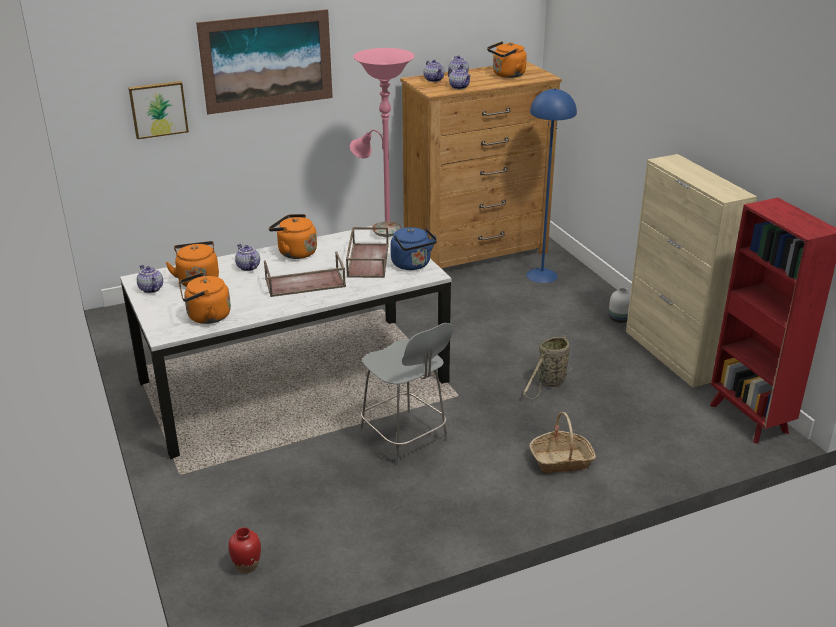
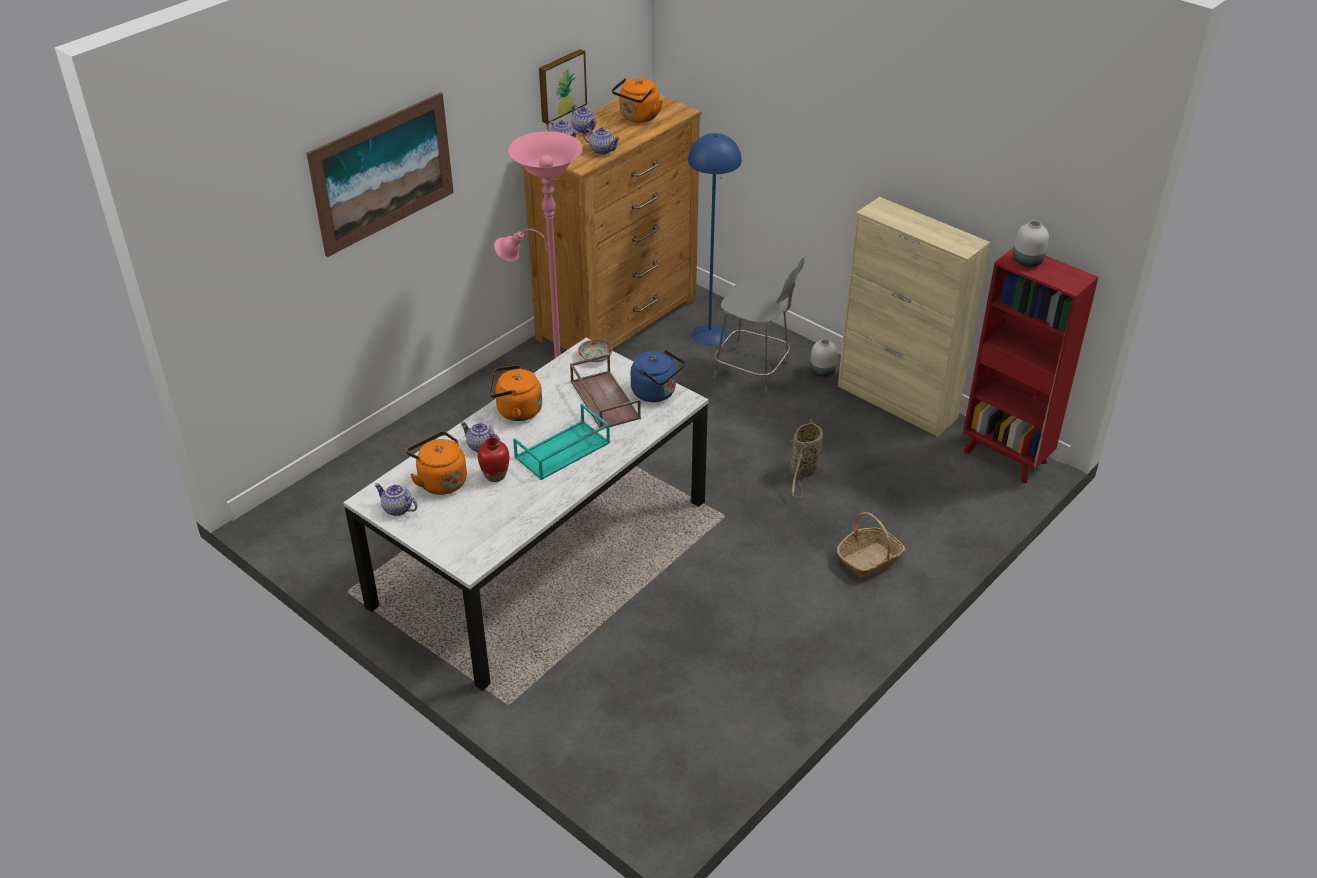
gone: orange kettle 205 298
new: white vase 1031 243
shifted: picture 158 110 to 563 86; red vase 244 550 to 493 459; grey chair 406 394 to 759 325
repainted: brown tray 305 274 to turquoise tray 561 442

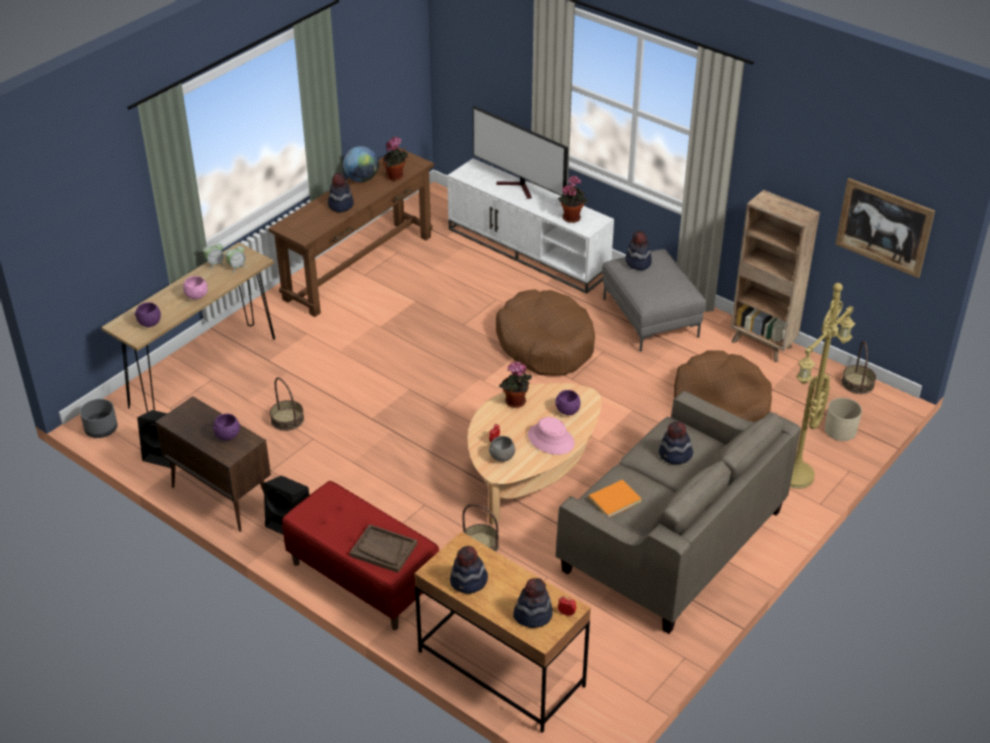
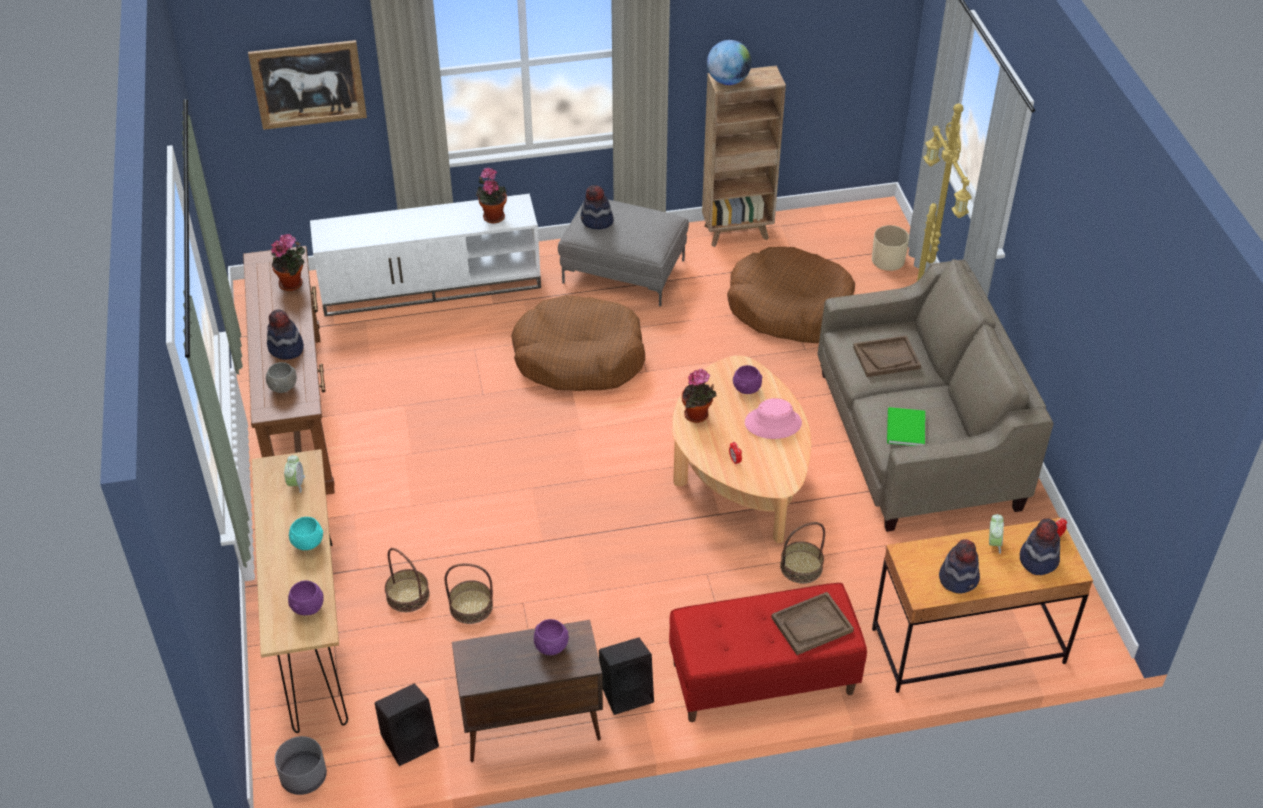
gone: television 520 152
shifted: alarm clock 214 255 to 996 534; globe 361 164 to 729 62; grey bowl 502 449 to 281 377; picture 885 228 to 307 85; basket 859 367 to 407 580
swapped: hat 676 442 to brown tray 887 356
repainted: pink bowl 195 288 to turquoise bowl 306 533; orange book 615 498 to green book 906 426

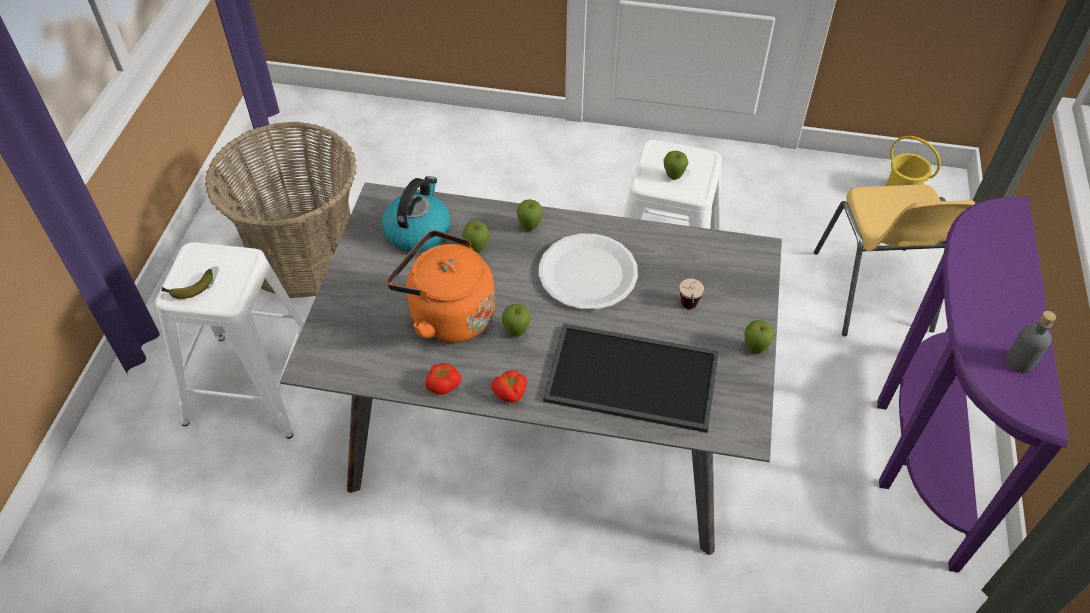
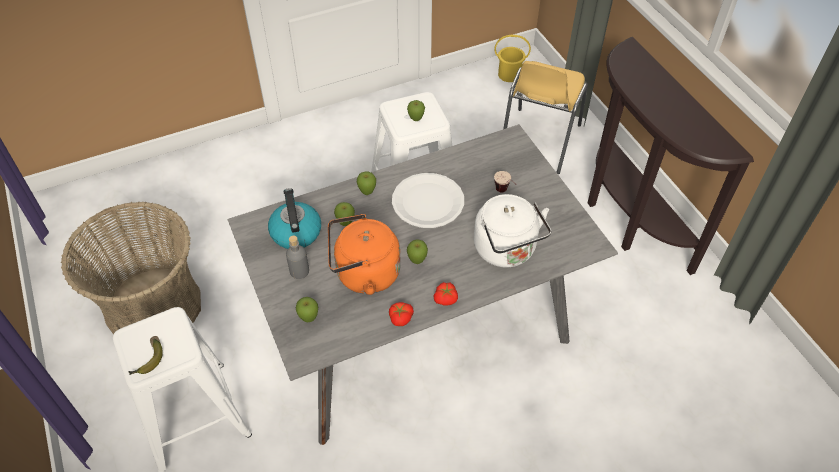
shifted: apple 759 337 to 307 309; grey bottle 1031 342 to 297 257
swapped: tray 631 378 to white kettle 513 231
repainted: purple console table 972 385 to brown console table 671 156
rotated: yellow chair 894 260 = 545 117 60 degrees clockwise

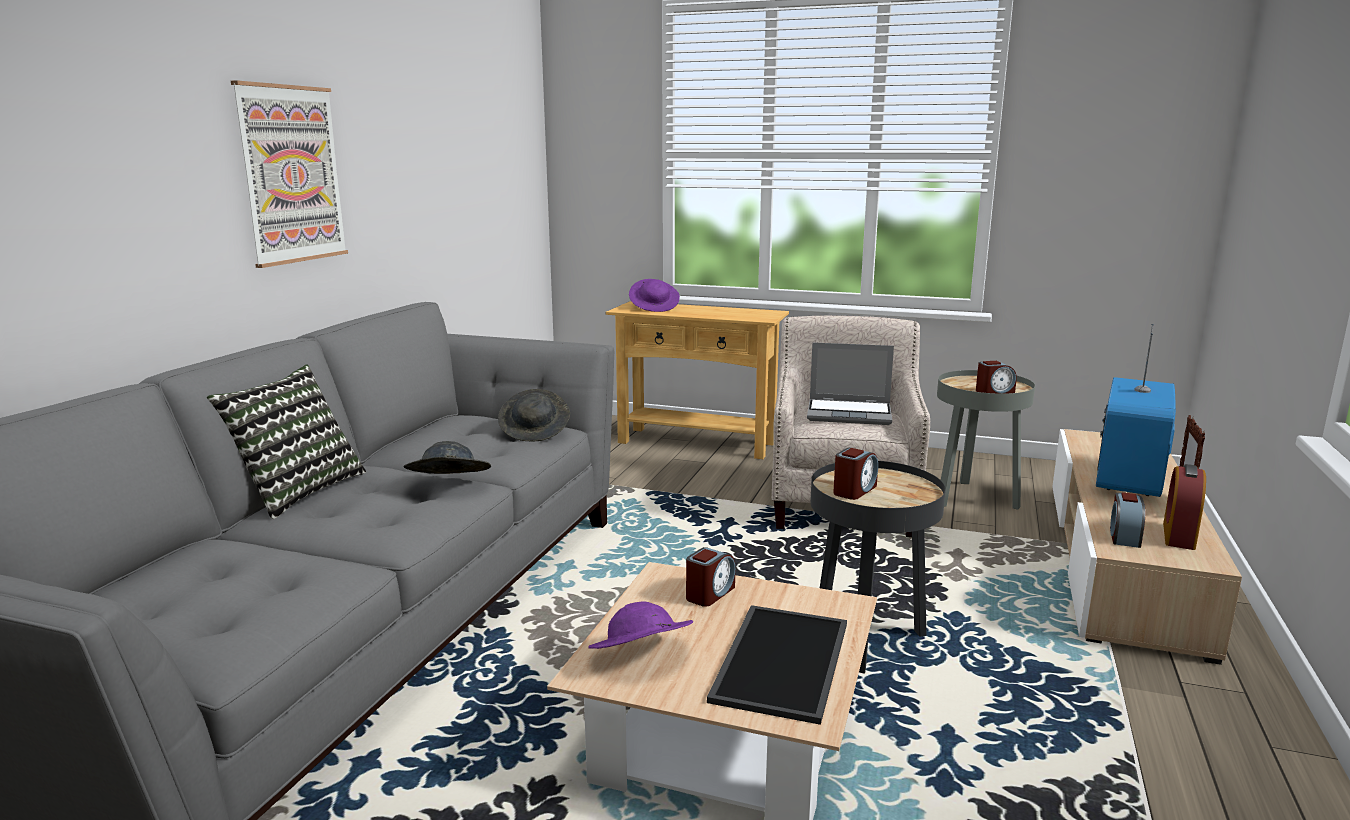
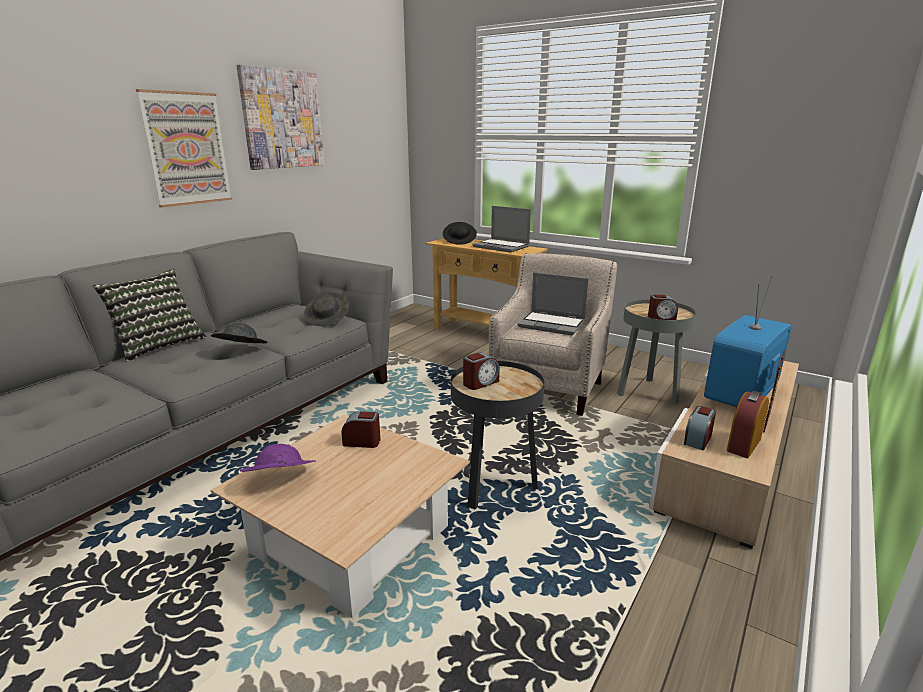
gone: tray 777 665
new: picture 280 117; laptop 502 229
repainted: purple hat 654 295 to black hat 460 233
rotated: alarm clock 710 577 = 361 429 135 degrees counterclockwise

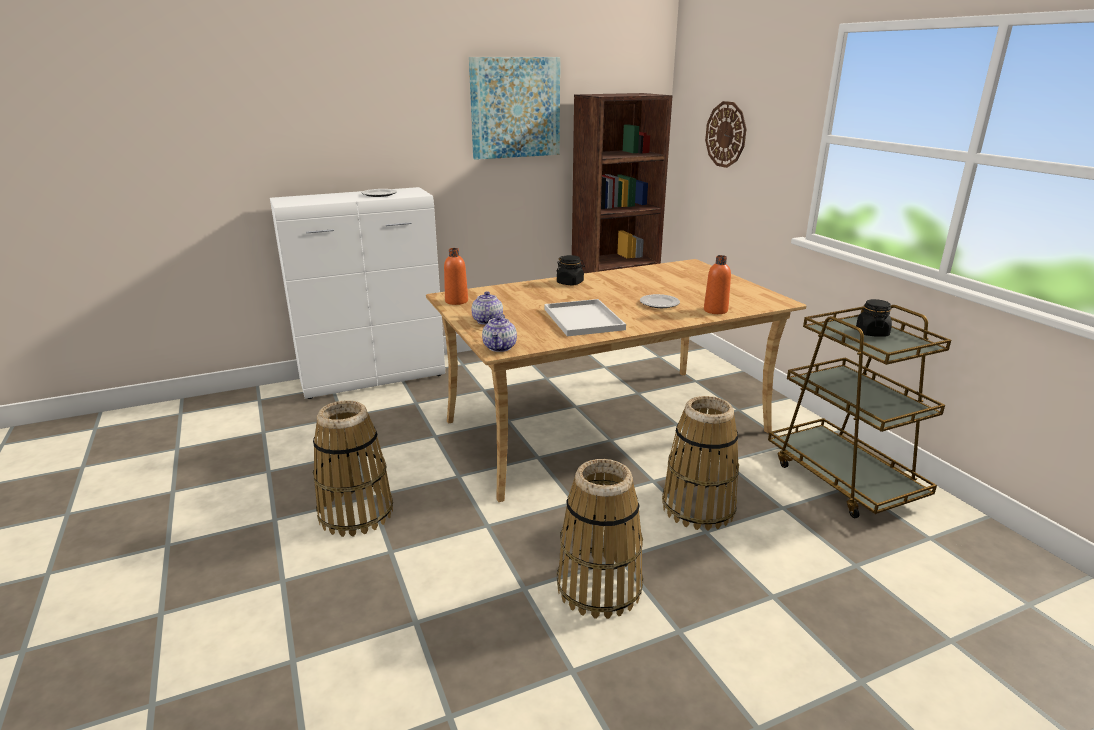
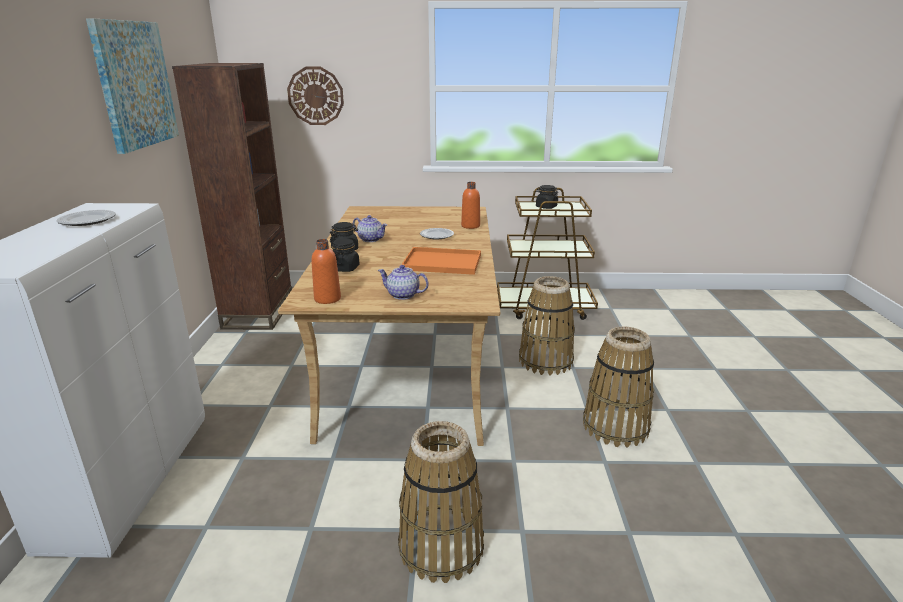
new: black jar 345 255
shifted: teapot 499 333 to 370 228
repainted: white tray 585 317 to orange tray 441 261

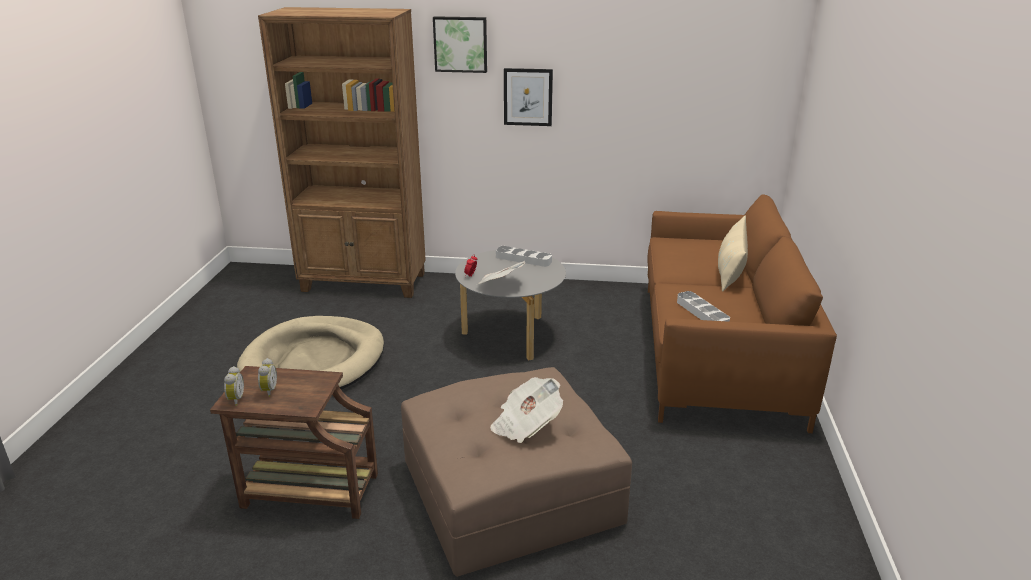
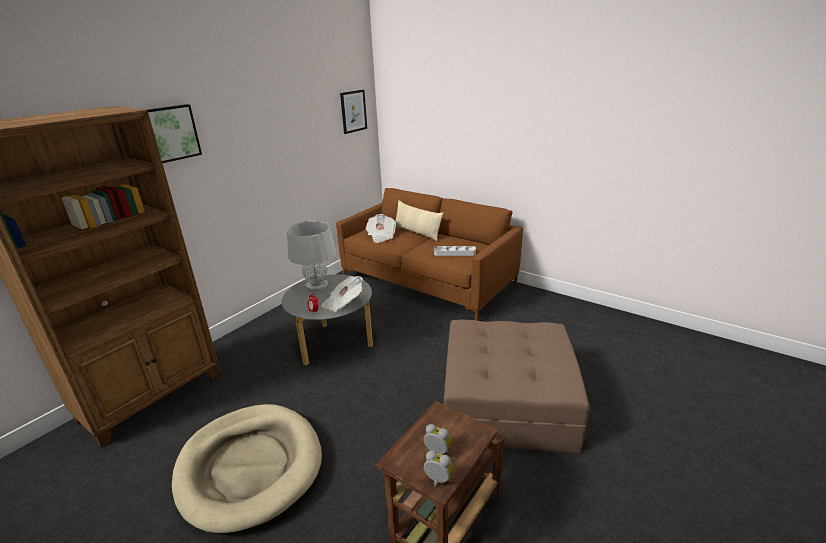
shifted: newspaper 526 410 to 380 228; picture 528 97 to 353 112
swapped: grey tray 524 256 to grey table lamp 311 256

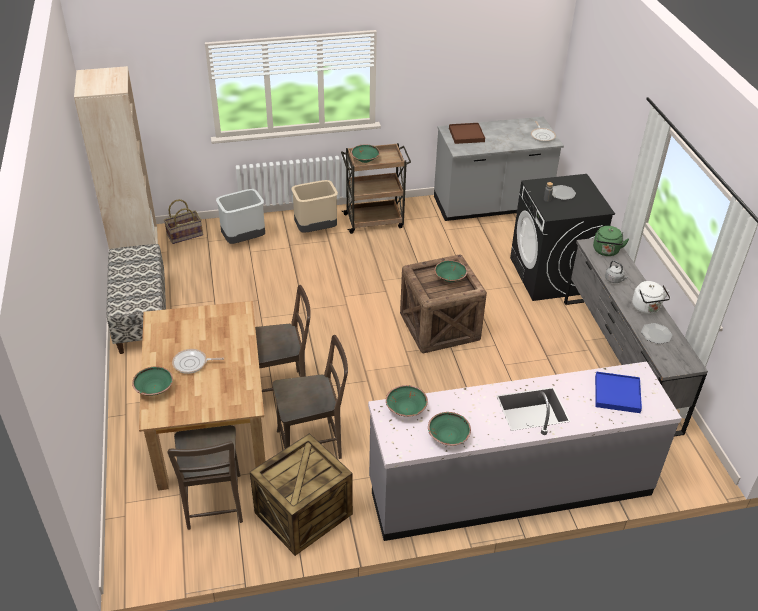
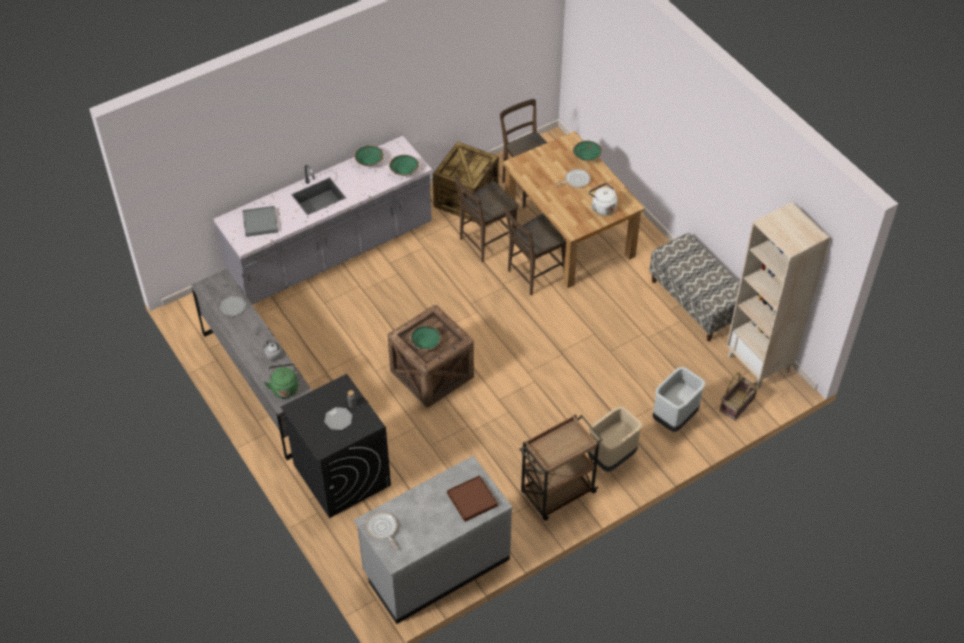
gone: green bowl 365 153
shifted: white kettle 651 297 to 603 199
repainted: blue tray 618 392 to grey tray 260 221

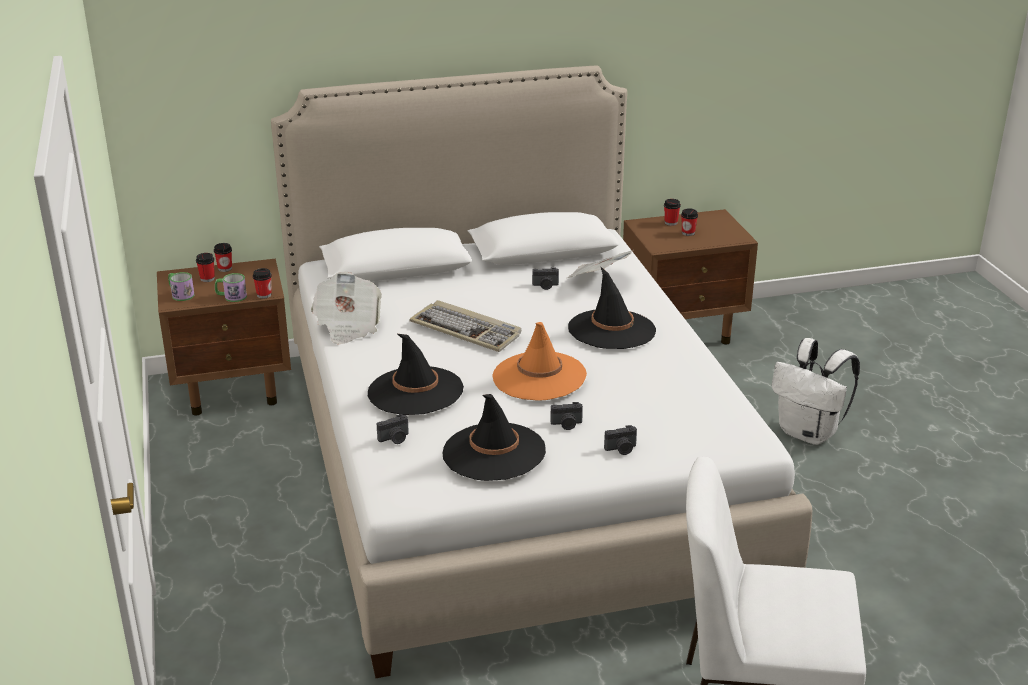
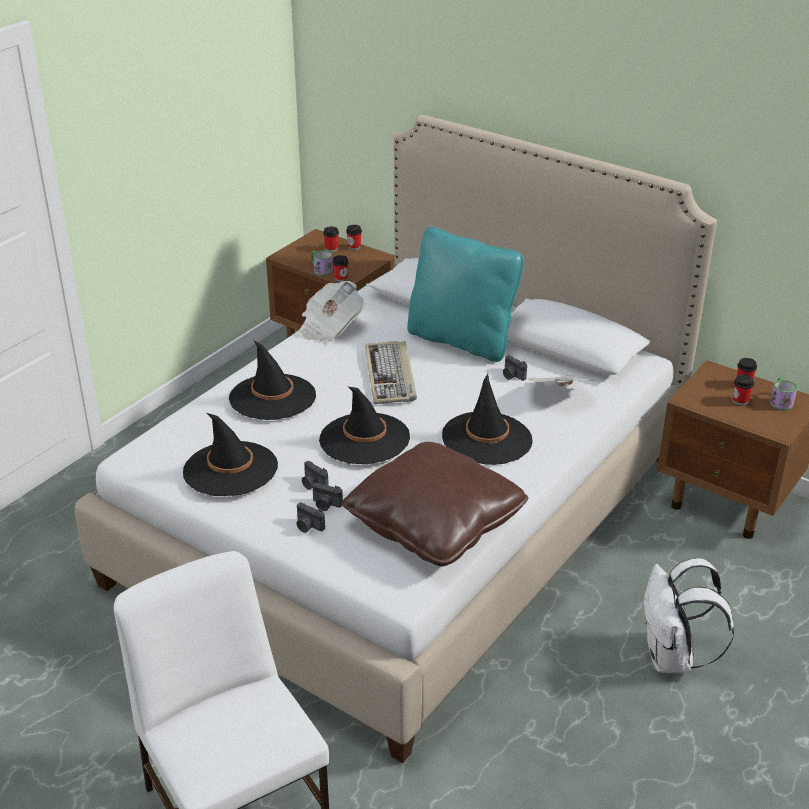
new: brown pillow 435 504; turquoise pillow 465 294
shifted: mug 181 286 to 783 394; photo camera 393 429 to 327 497
repainted: orange hat 539 361 to black hat 364 425

